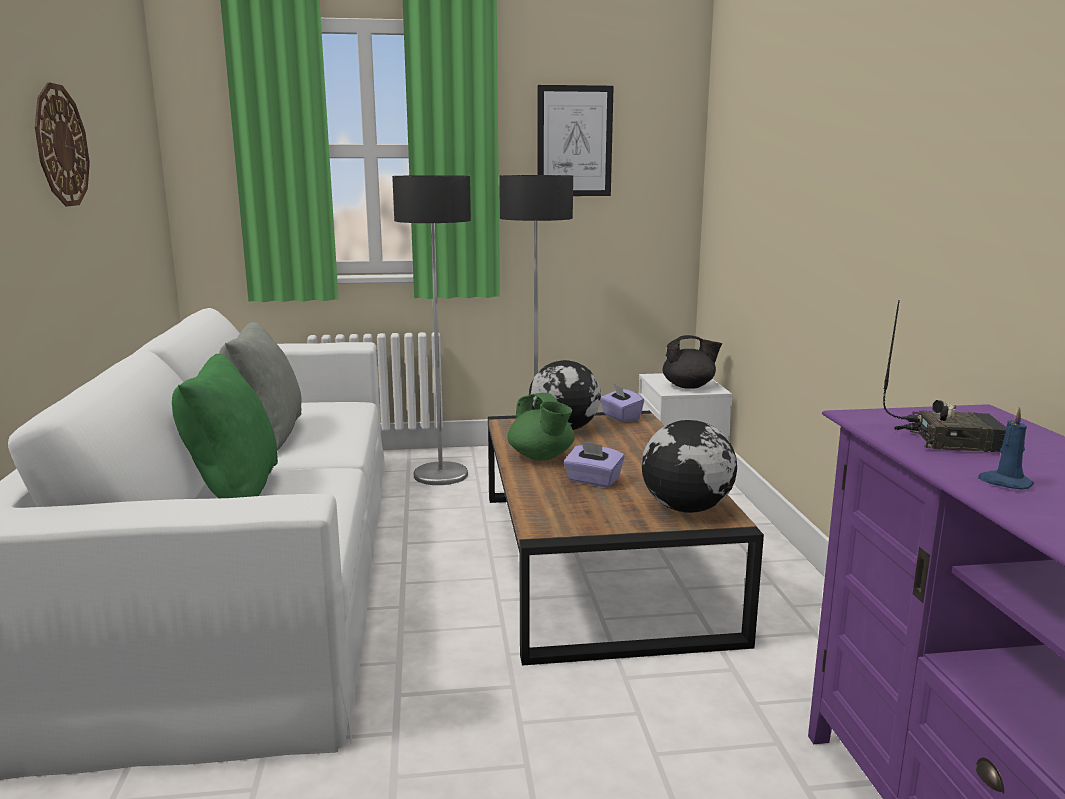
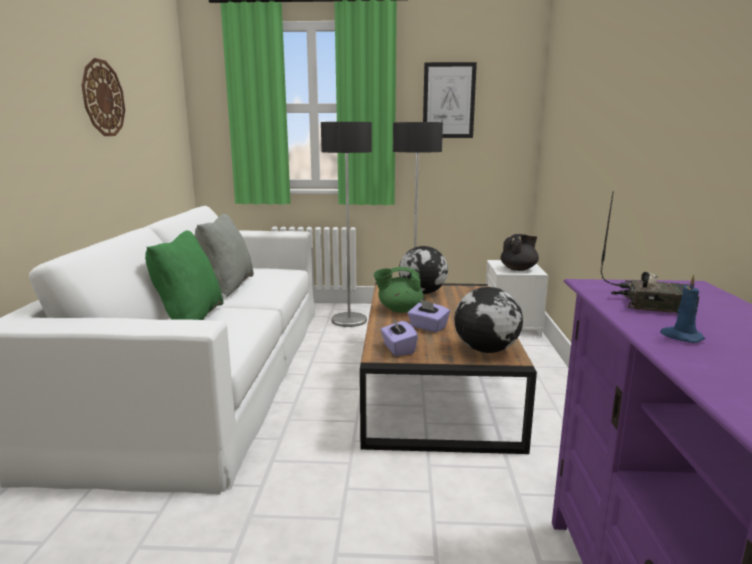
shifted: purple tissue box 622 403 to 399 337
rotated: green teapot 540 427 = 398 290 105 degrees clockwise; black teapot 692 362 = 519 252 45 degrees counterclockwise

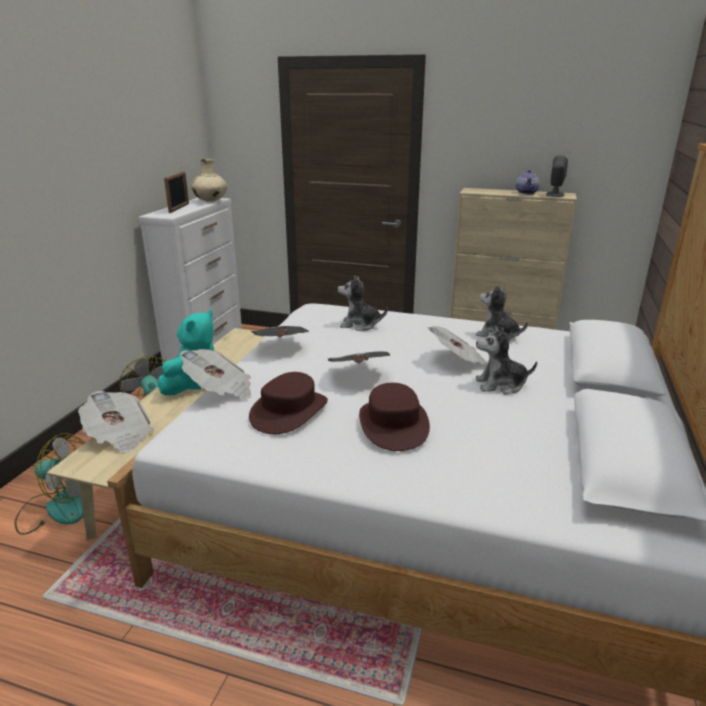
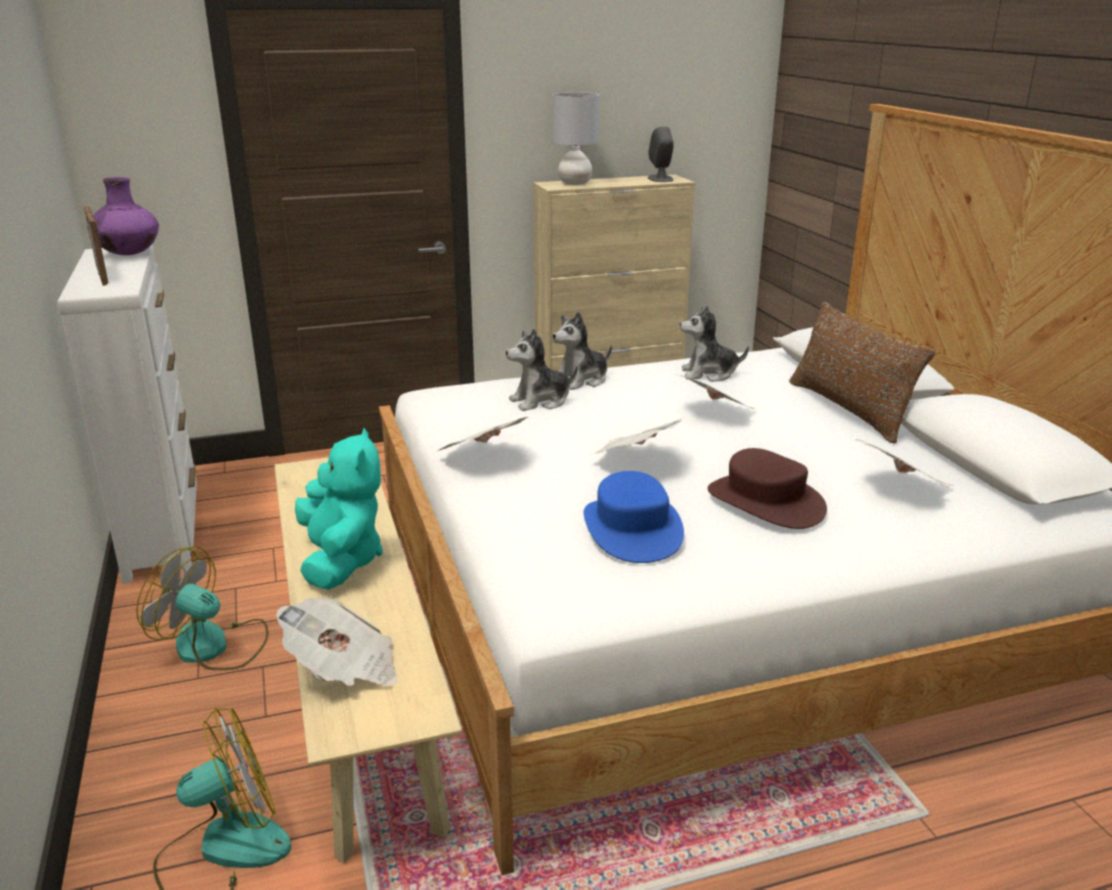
gone: teapot 528 182
new: grey table lamp 576 138; brown pillow 862 372
shifted: newspaper 215 374 to 904 463; plush toy 506 360 to 582 351
repainted: beige vase 209 180 to purple vase 123 216; brown hat 288 403 to blue hat 634 517

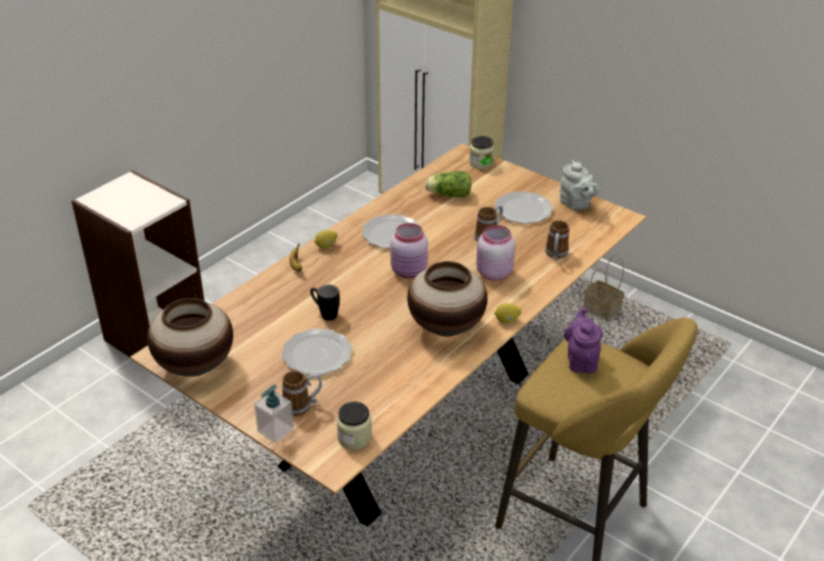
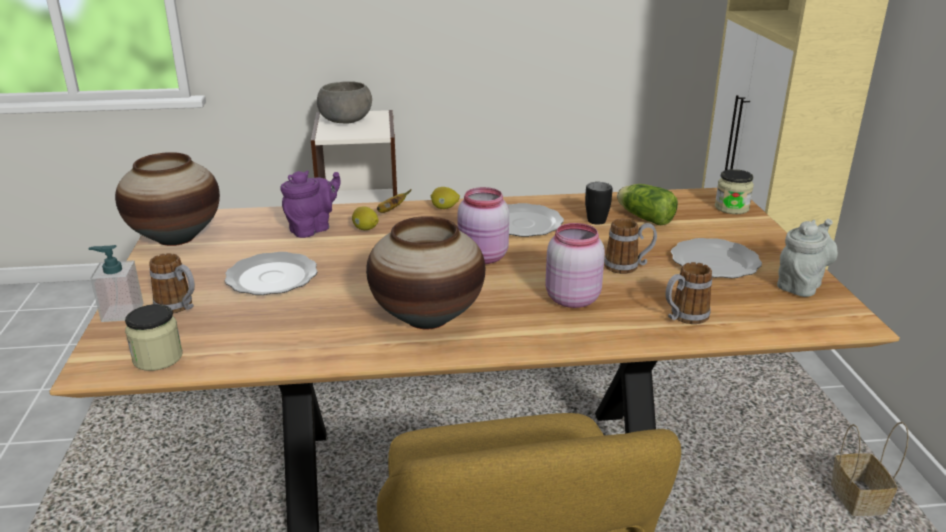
new: grey bowl 344 102
shifted: black mug 325 302 to 598 203; lemon 507 313 to 365 218; purple teapot 583 340 to 310 204
rotated: grey teapot 580 185 = 807 258 150 degrees counterclockwise

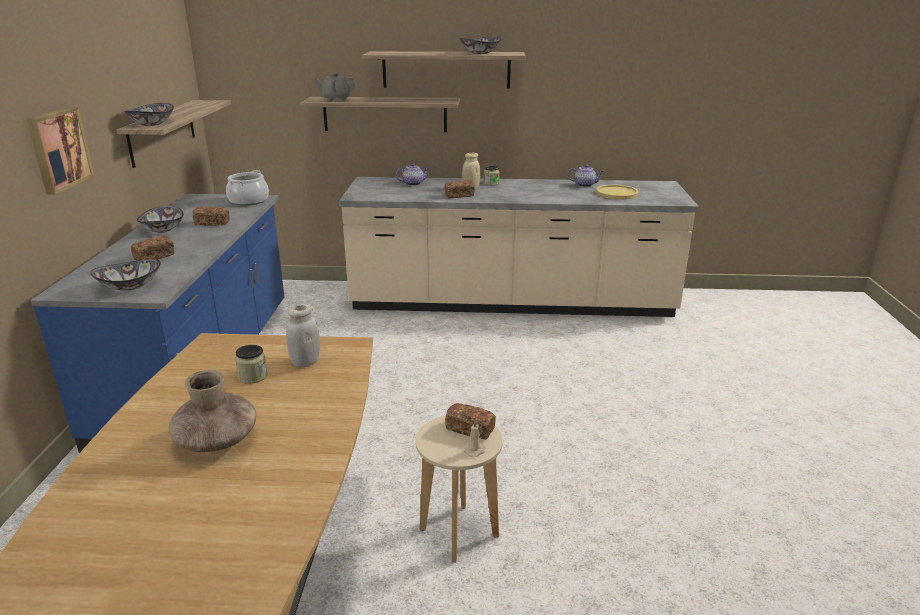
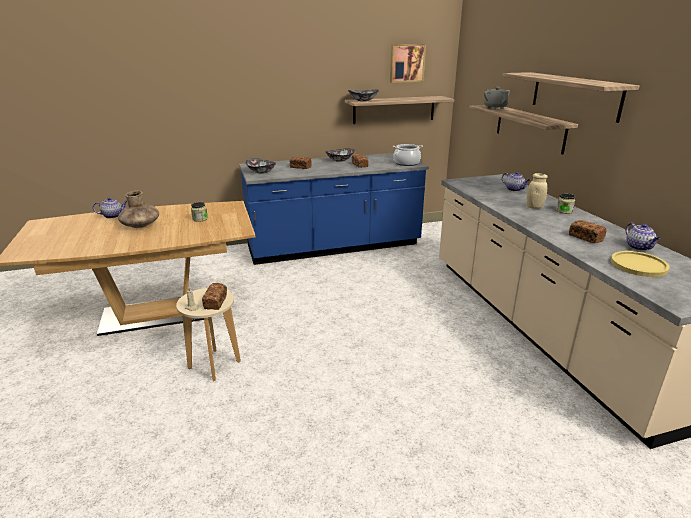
gone: white jar 303 335; bowl 481 45
new: teapot 109 207
shifted: picture 61 151 to 408 63; bread 459 189 to 587 231

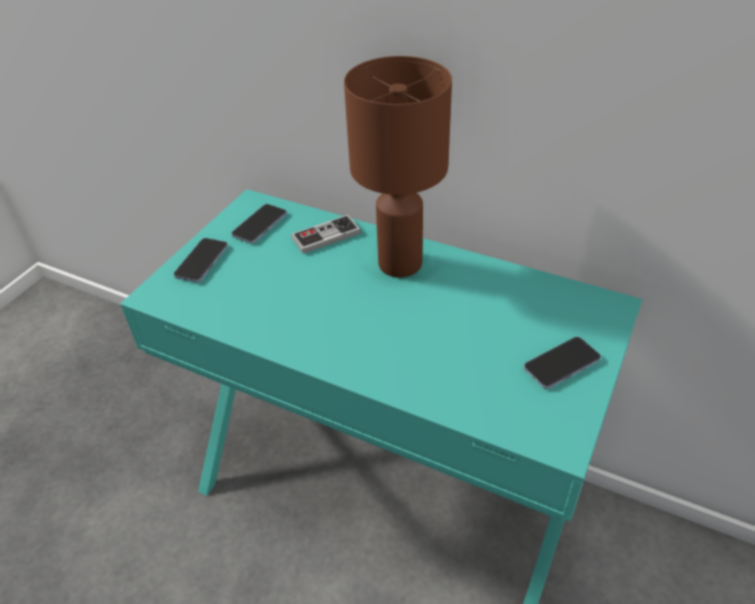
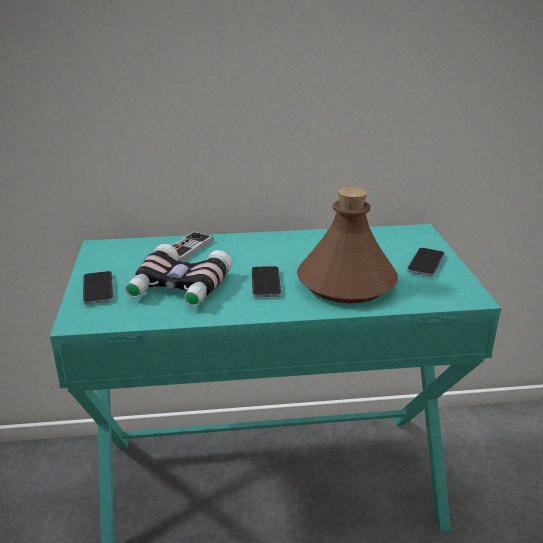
gone: brown table lamp 398 167
new: binoculars 179 274; brown bottle 347 245
shifted: phone 259 224 to 266 281

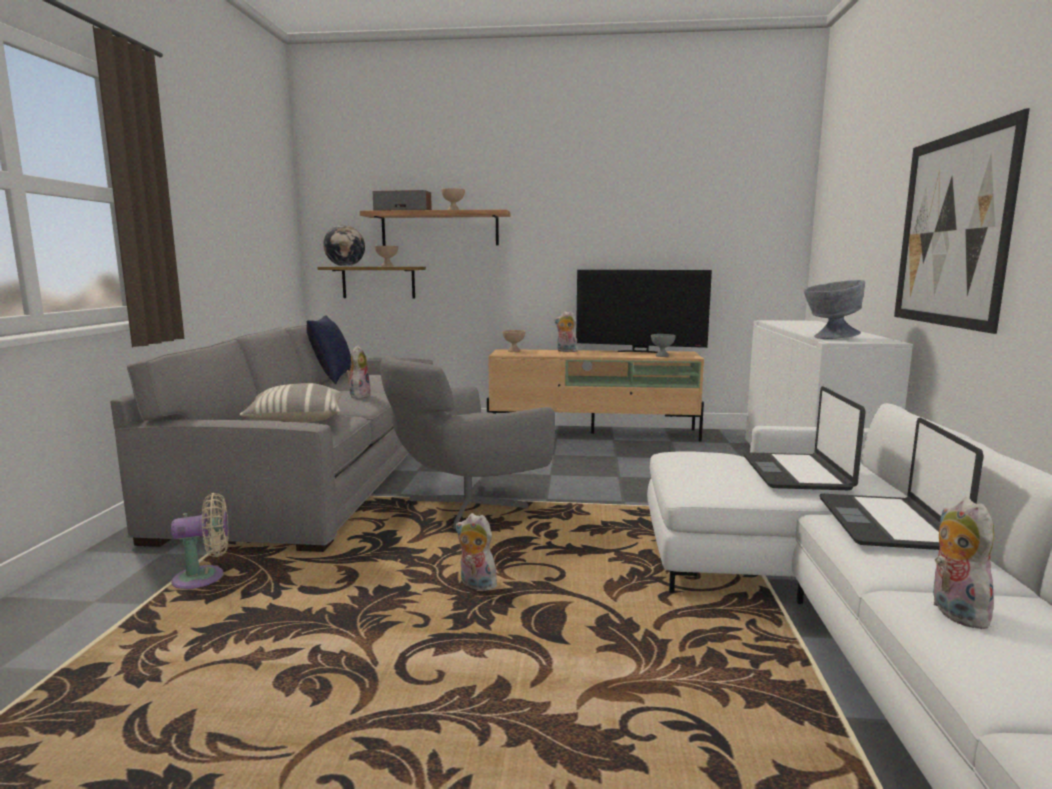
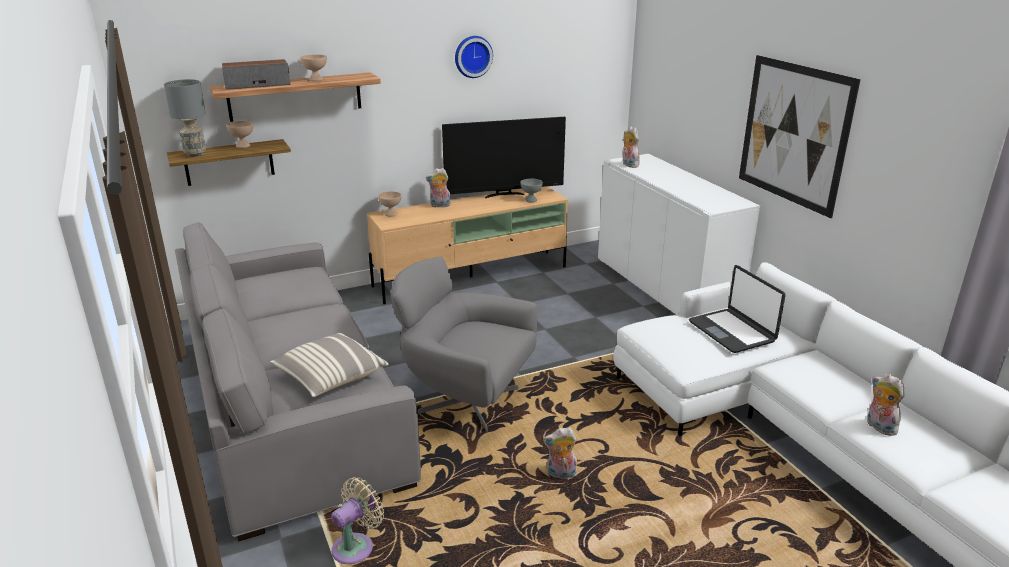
gone: blue pillow 328 349; grey bowl 834 309; laptop 902 484
new: wall clock 474 57
shifted: plush toy 358 372 to 631 147
swapped: globe 344 245 to grey table lamp 185 118
rotated: grey armchair 467 441 = 464 344 90 degrees clockwise

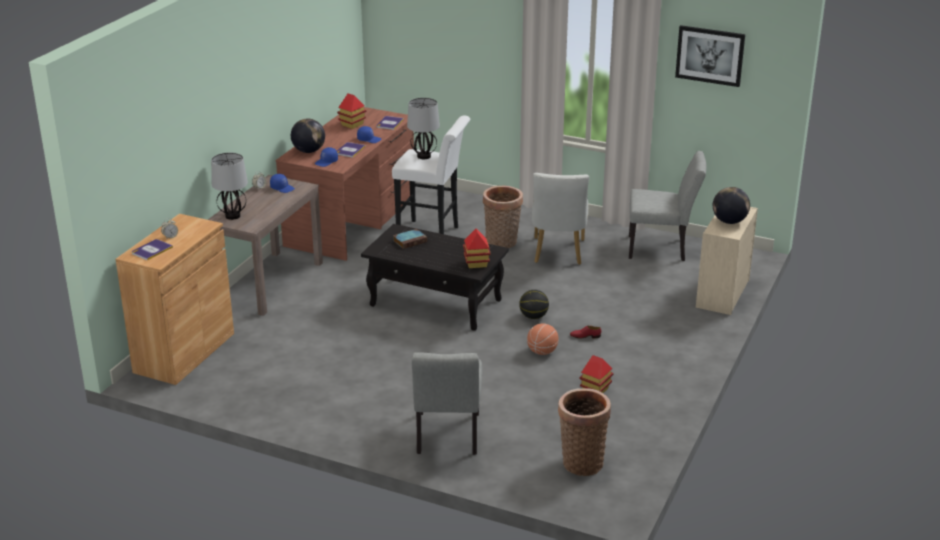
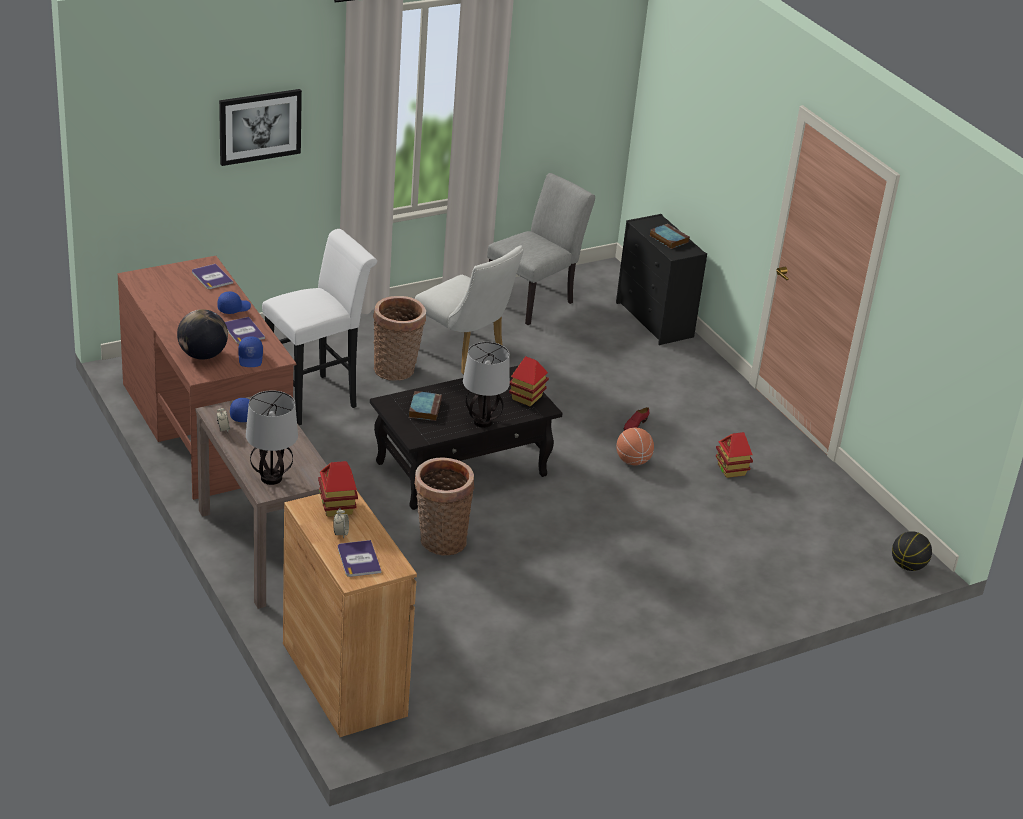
gone: grey chair 447 403
shifted: toy house 351 111 to 338 489; table lamp 423 128 to 486 385; basketball 534 304 to 912 551; basket 584 432 to 444 507; picture 710 56 to 260 127
swapped: globe 731 205 to book 669 236
repainted: beige dresser 727 261 to black dresser 661 279

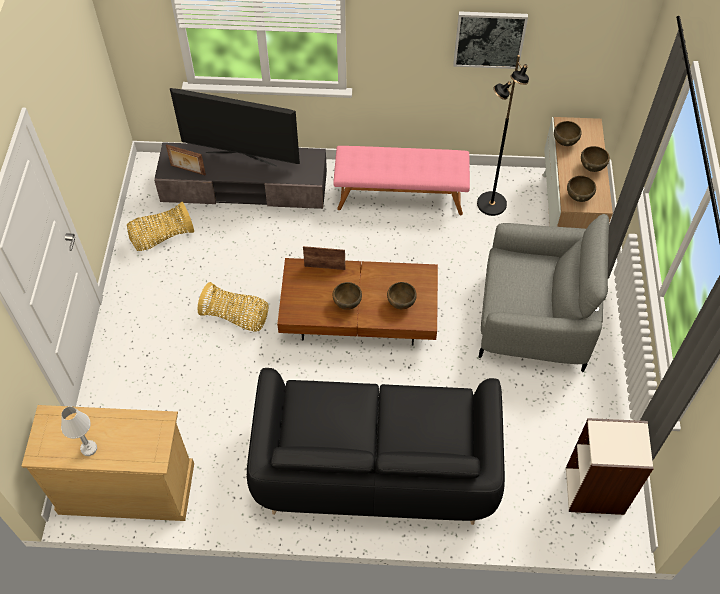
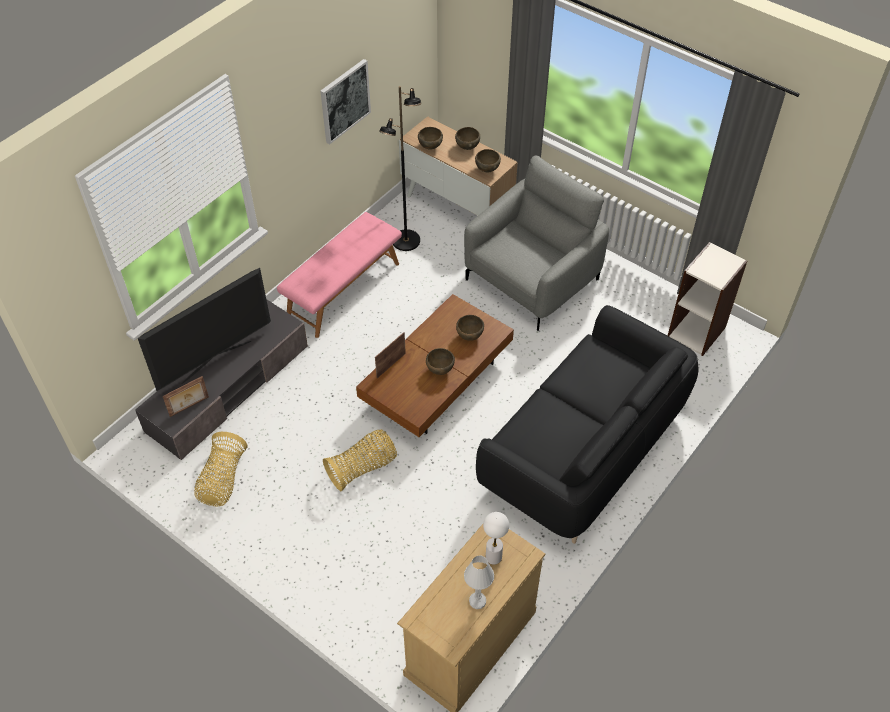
new: white table lamp 496 538

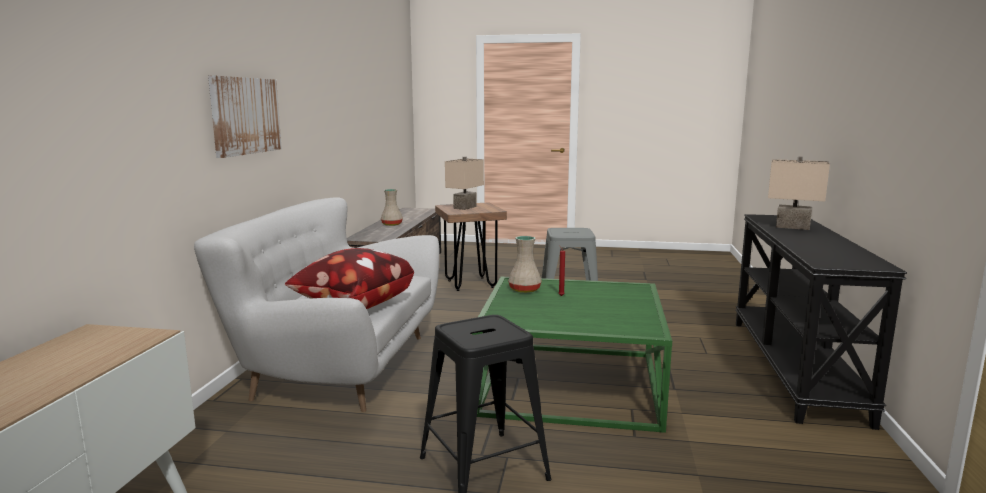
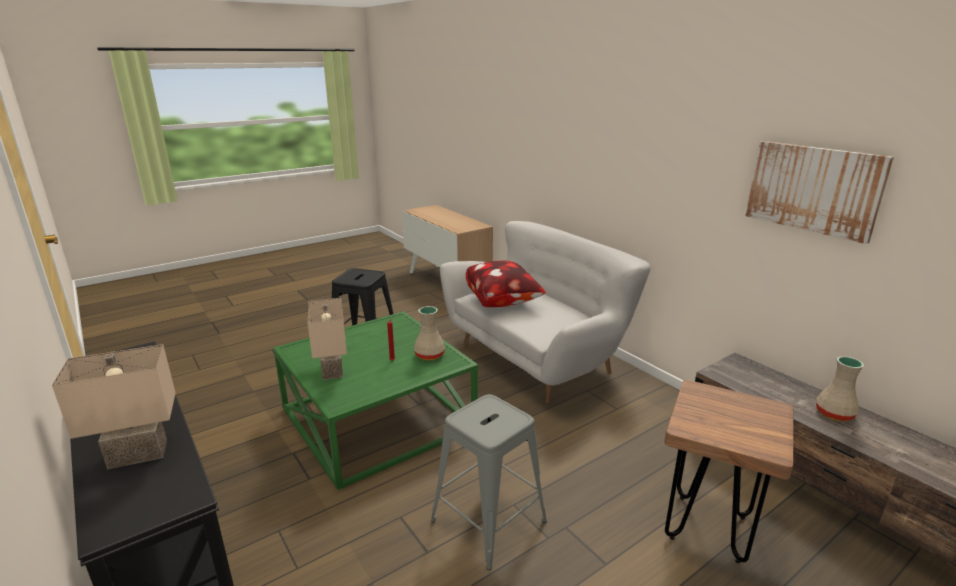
shifted: picture 245 116 to 820 192; beige table lamp 464 183 to 327 339

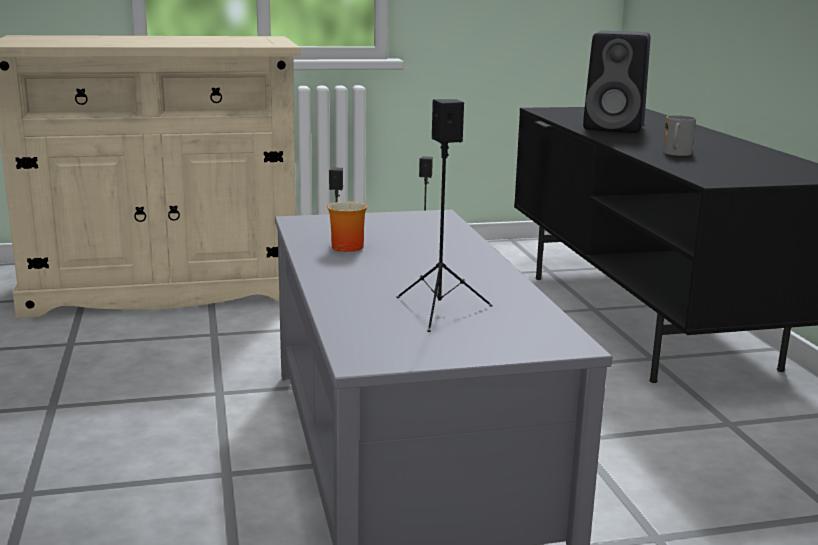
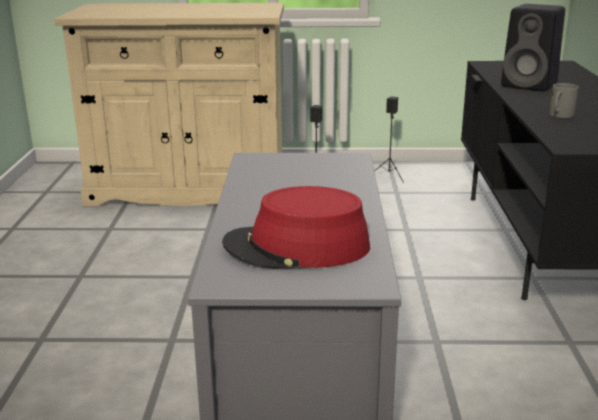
gone: mug 347 226
swapped: black speaker 444 215 to red hat 296 227

